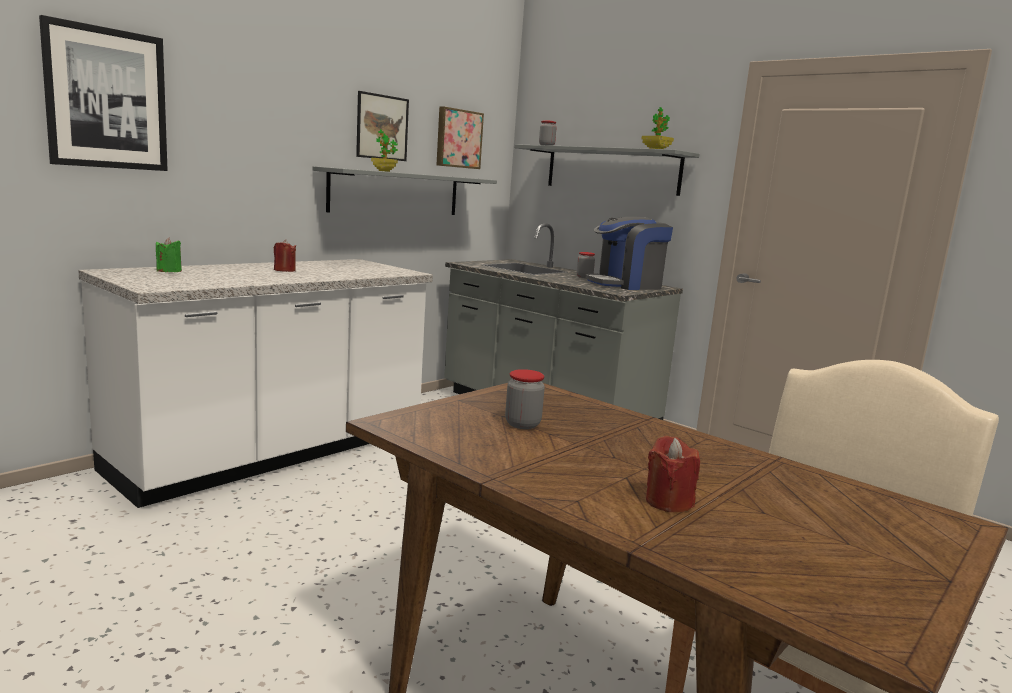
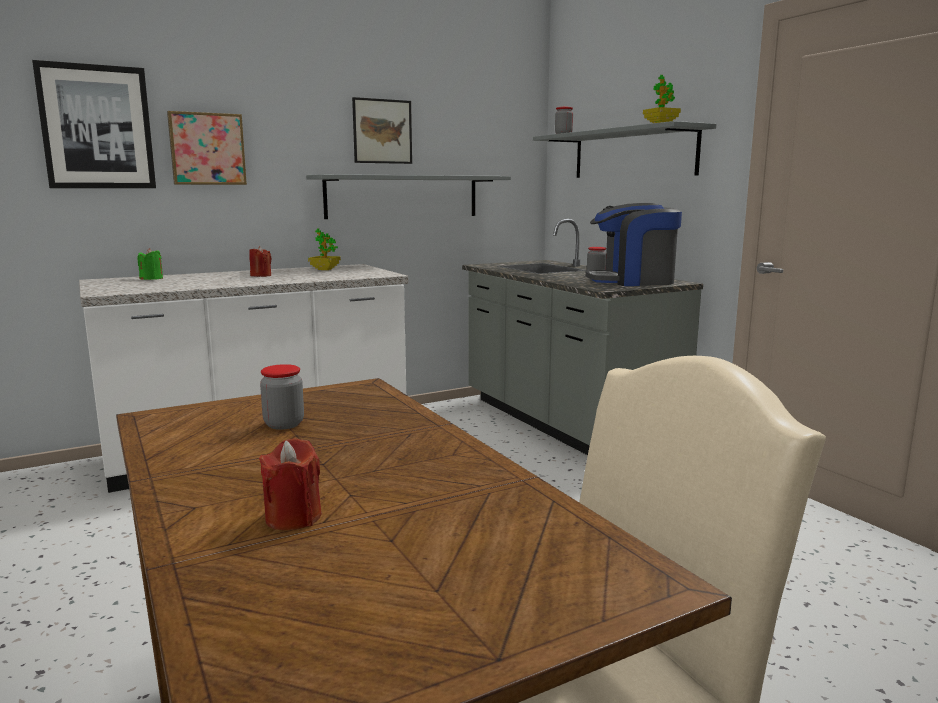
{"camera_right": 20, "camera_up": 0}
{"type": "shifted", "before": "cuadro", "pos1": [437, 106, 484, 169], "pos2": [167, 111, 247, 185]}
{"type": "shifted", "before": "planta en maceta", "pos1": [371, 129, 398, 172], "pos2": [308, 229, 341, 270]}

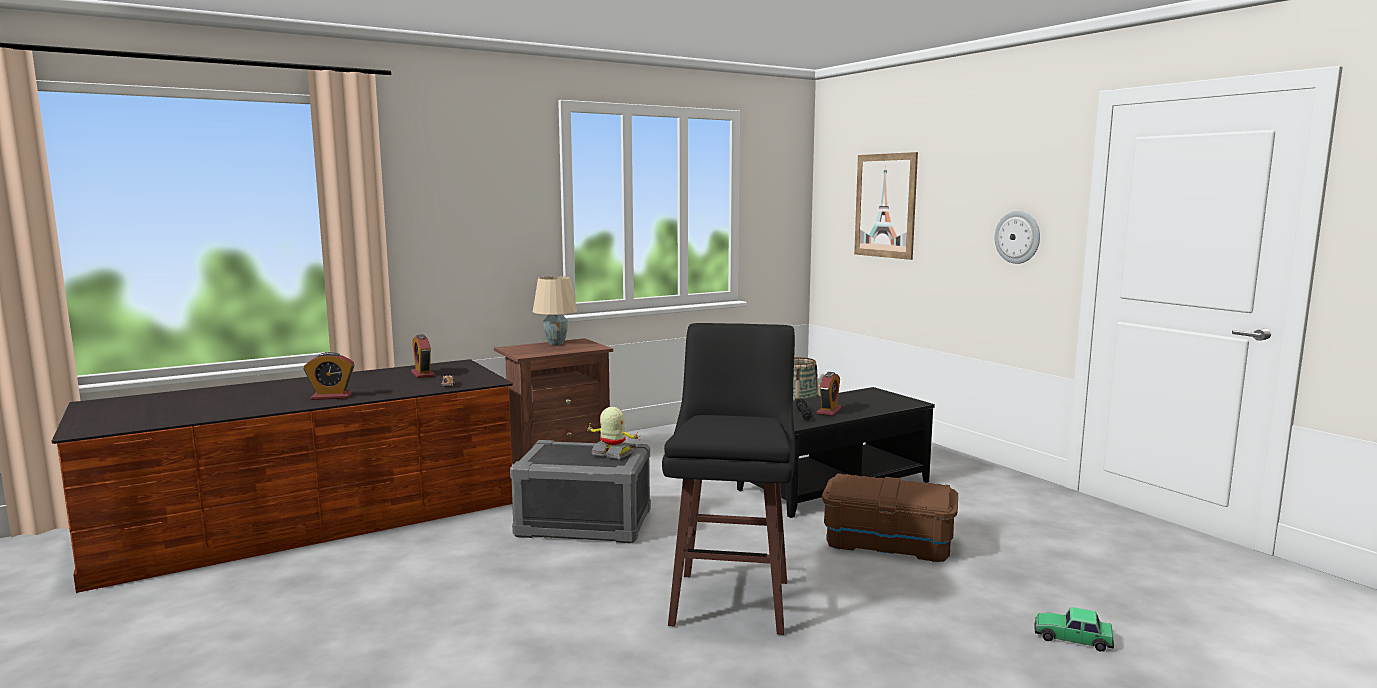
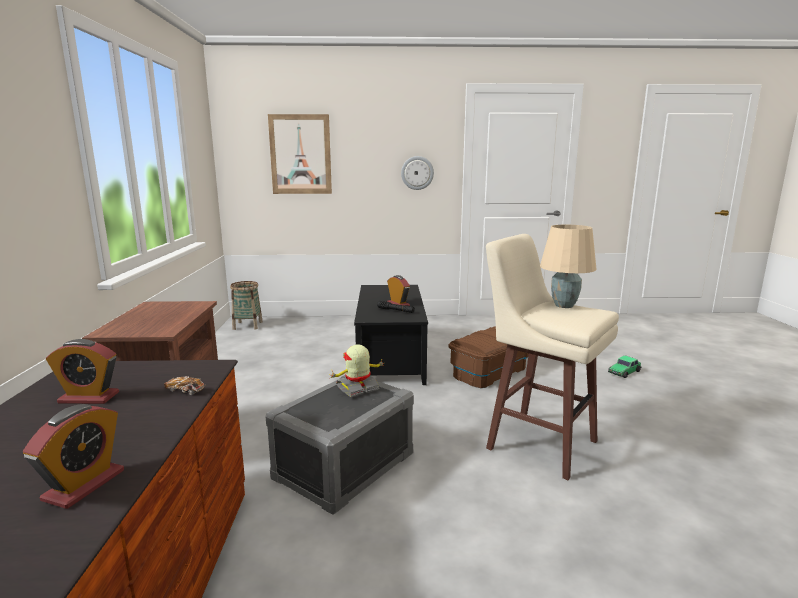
{"camera_right": -60, "camera_up": 5}
{"type": "shifted", "before": "lámpara de mesa [beis]", "pos1": [533, 276, 577, 345], "pos2": [540, 225, 596, 308]}
{"type": "repainted", "before": "taburete [negro]", "after": "taburete [beis]", "pos1": [662, 323, 795, 635], "pos2": [486, 234, 619, 480]}

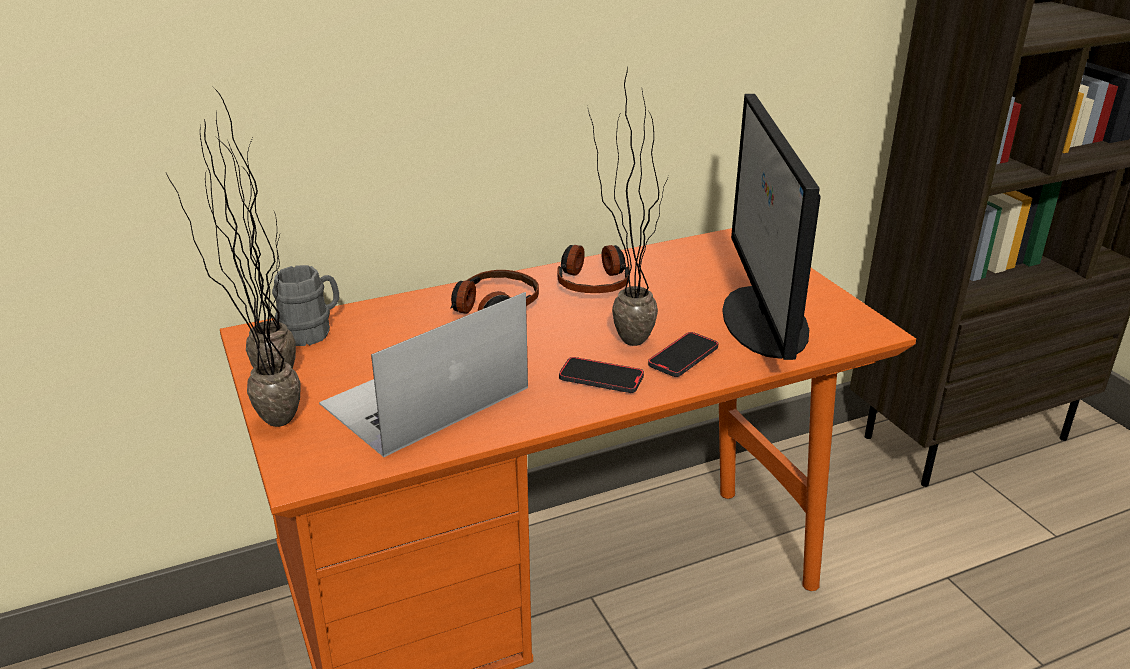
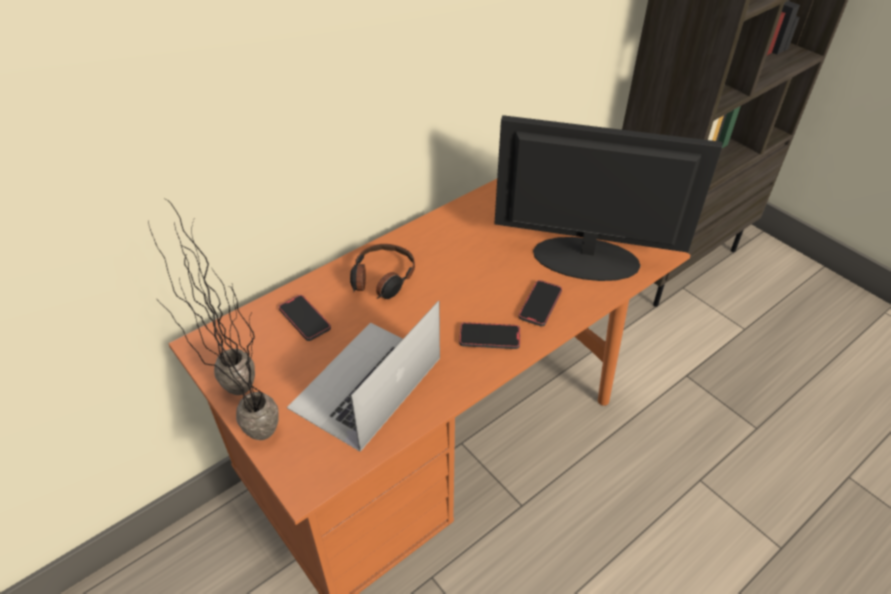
{"camera_right": -15, "camera_up": 15}
{"type": "gone", "before": "planta en maceta", "pos1": [588, 68, 669, 346]}
{"type": "rotated", "before": "monitor", "pos1": [722, 94, 821, 360], "pos2": [494, 115, 722, 281], "turn": 120}
{"type": "gone", "before": "auriculares", "pos1": [557, 245, 630, 293]}
{"type": "gone", "before": "taza grande [gris]", "pos1": [272, 265, 339, 346]}
{"type": "new", "after": "móvil", "pos2": [279, 295, 331, 341]}

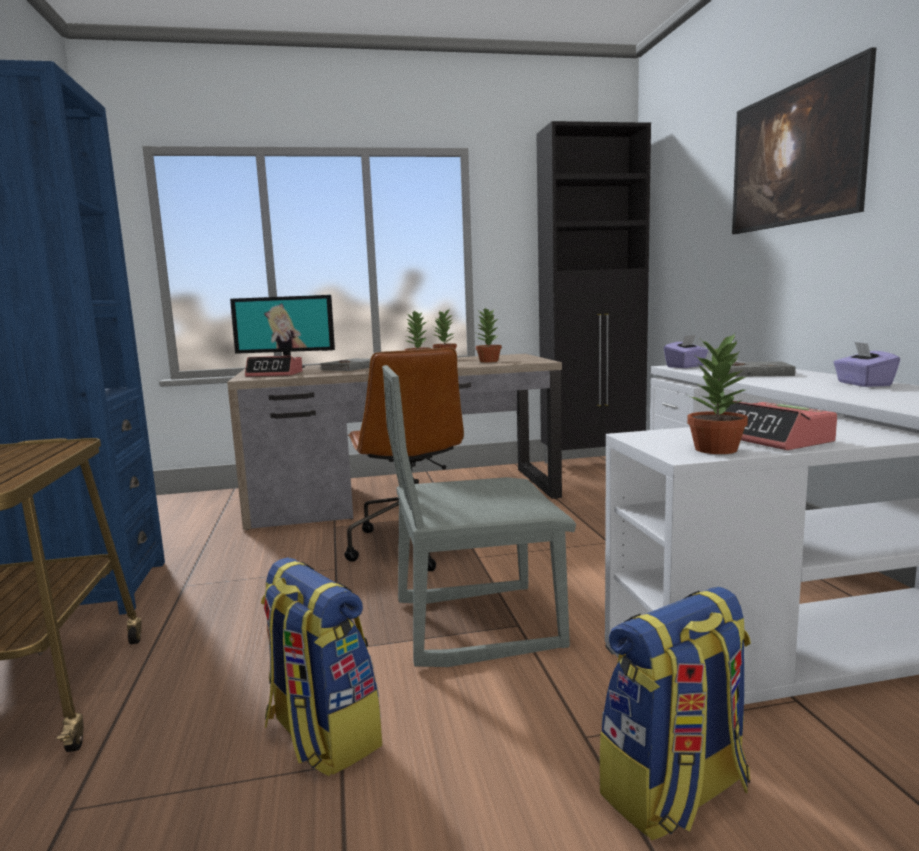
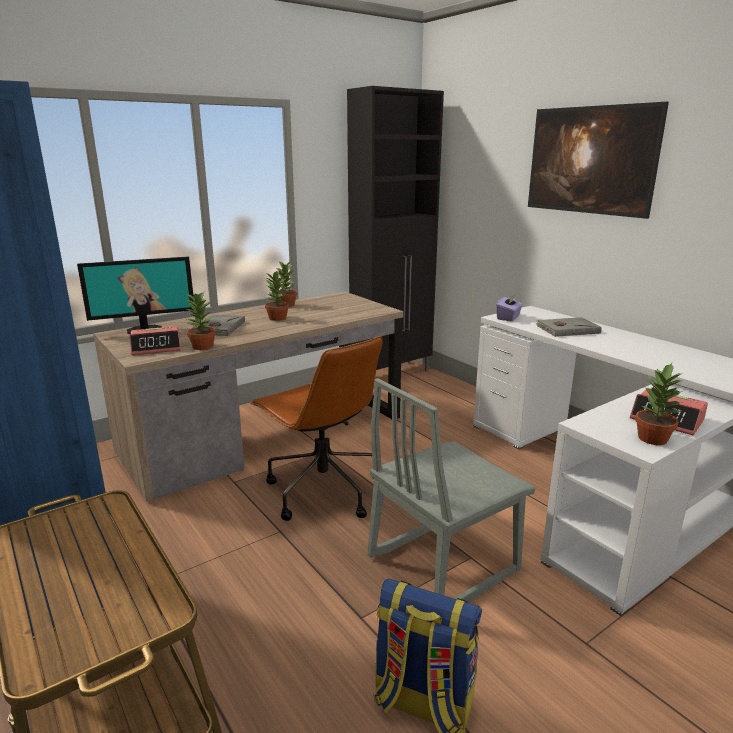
{"camera_right": -25, "camera_up": 10}
{"type": "shifted", "before": "planta en maceta", "pos1": [476, 308, 502, 362], "pos2": [185, 292, 216, 350]}
{"type": "gone", "before": "caja de pañuelos [morado]", "pos1": [833, 341, 900, 387]}
{"type": "gone", "before": "mochila", "pos1": [599, 587, 751, 840]}

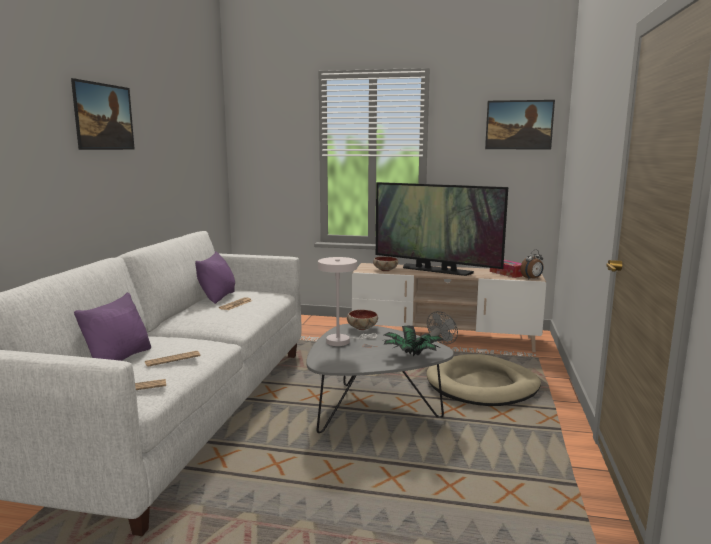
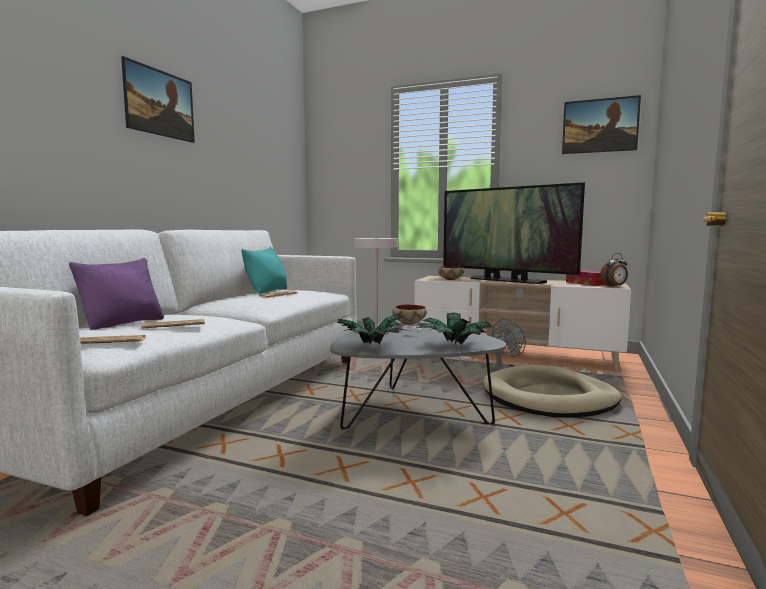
{"camera_right": 10, "camera_up": -5}
{"type": "repainted", "before": "cojín [morado]", "after": "cojín [turquesa]", "pos1": [195, 251, 235, 304], "pos2": [241, 247, 287, 295]}
{"type": "new", "after": "planta en maceta", "pos2": [337, 314, 404, 344]}

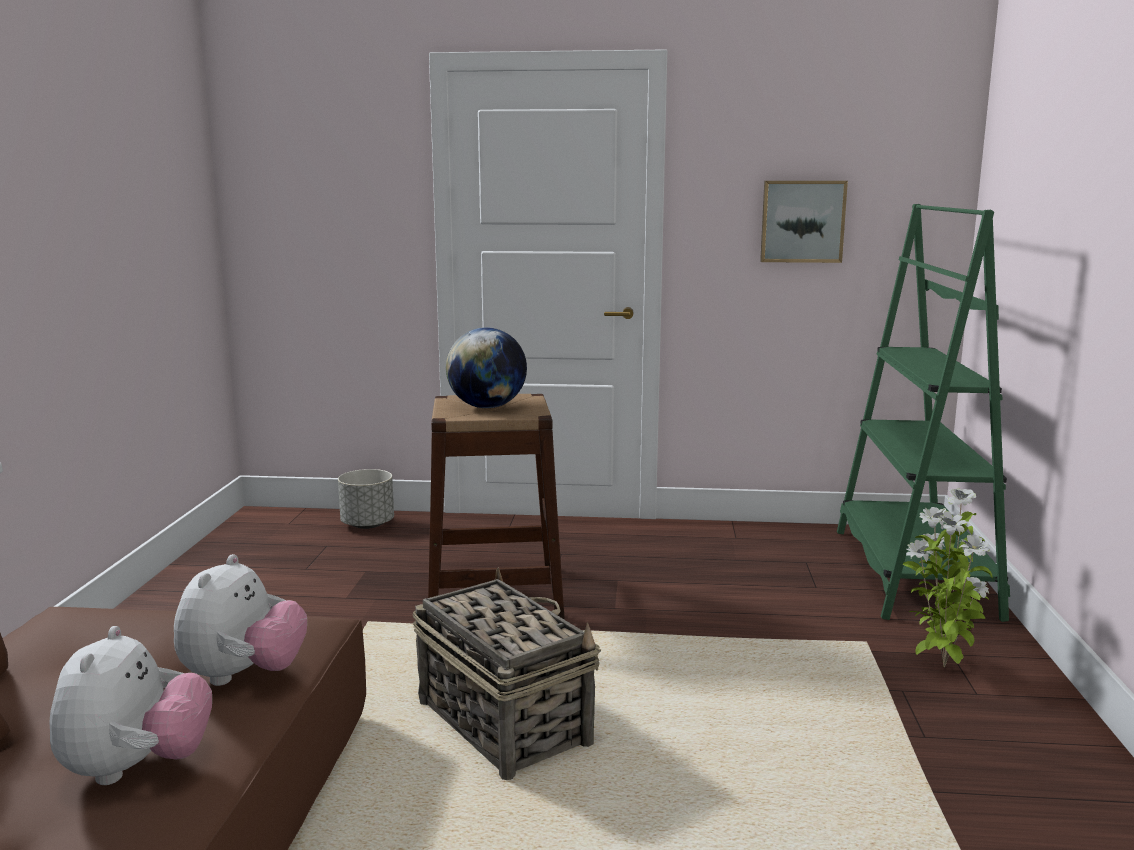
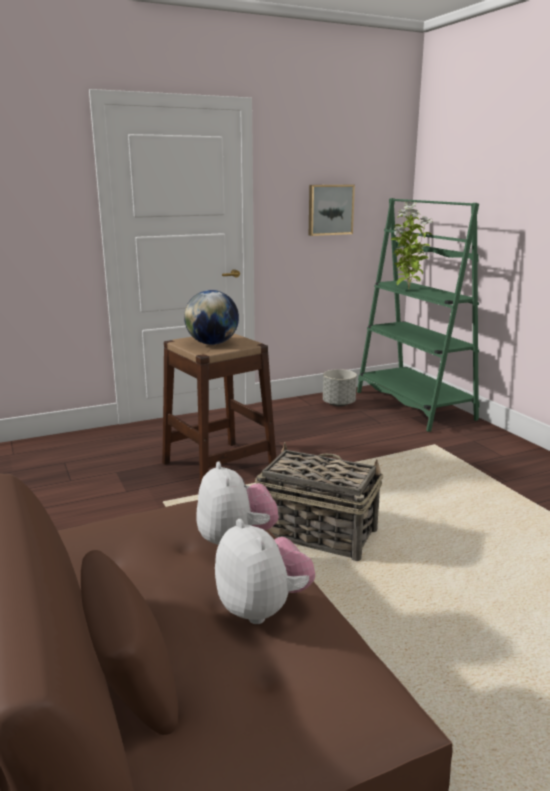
{"camera_right": -30, "camera_up": 5}
{"type": "shifted", "before": "maceta [gris]", "pos1": [338, 469, 394, 529], "pos2": [323, 369, 357, 406]}
{"type": "shifted", "before": "planta en maceta", "pos1": [903, 489, 993, 667], "pos2": [390, 201, 432, 289]}

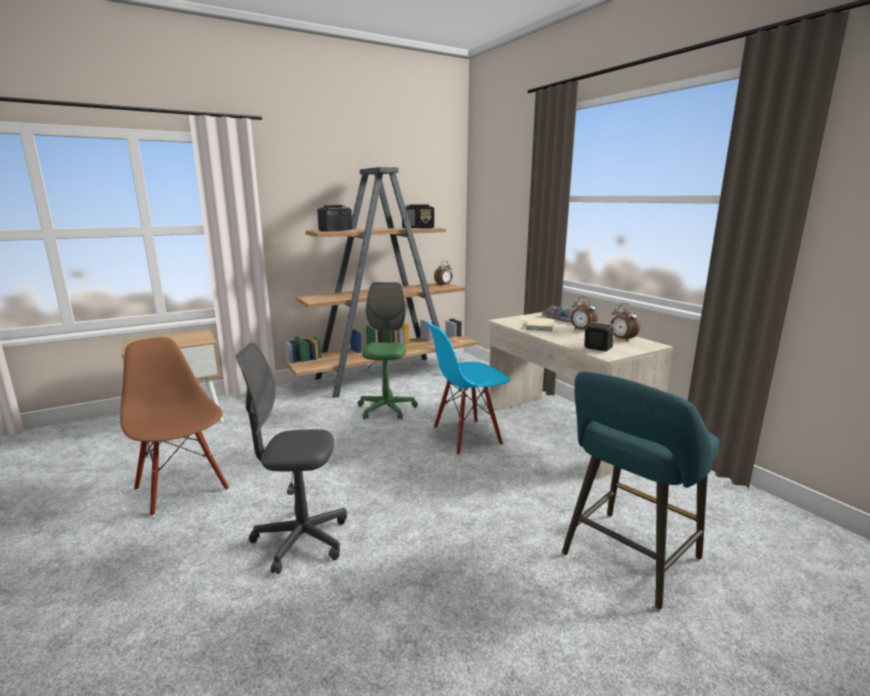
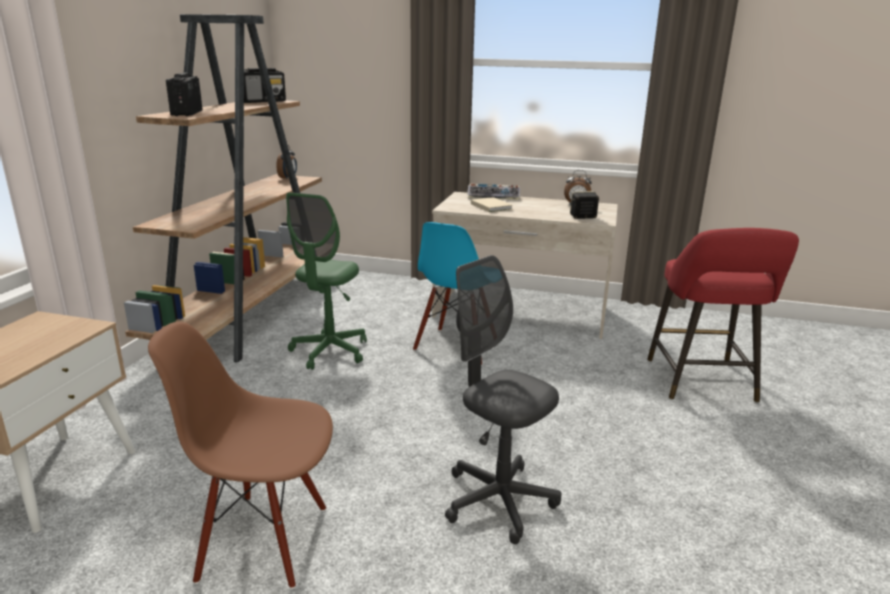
{"camera_right": -45, "camera_up": 5}
{"type": "rotated", "before": "silla de oficina [verde]", "pos1": [358, 282, 418, 420], "pos2": [286, 192, 367, 370], "turn": -120}
{"type": "gone", "before": "despertador", "pos1": [571, 296, 598, 330]}
{"type": "rotated", "before": "silla de oficina [gris]", "pos1": [236, 342, 347, 574], "pos2": [445, 255, 561, 544], "turn": 90}
{"type": "repainted", "before": "taburete [turquesa]", "after": "taburete [rojo]", "pos1": [562, 371, 719, 610], "pos2": [647, 228, 799, 403]}

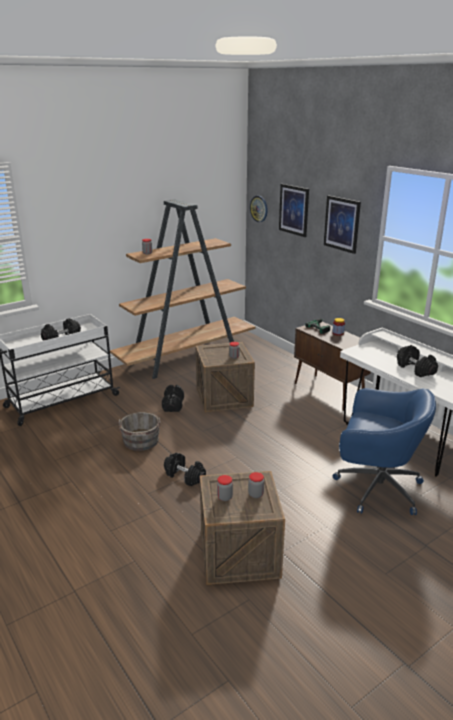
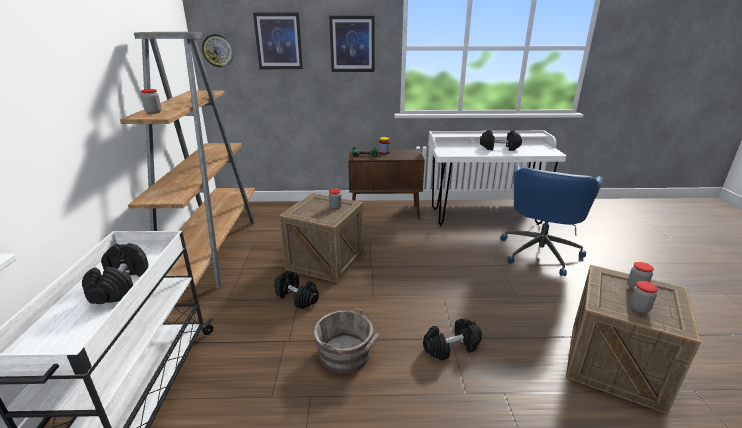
{"camera_right": -55, "camera_up": 0}
{"type": "rotated", "before": "silla de oficina [azul]", "pos1": [333, 388, 436, 515], "pos2": [500, 165, 603, 276], "turn": 150}

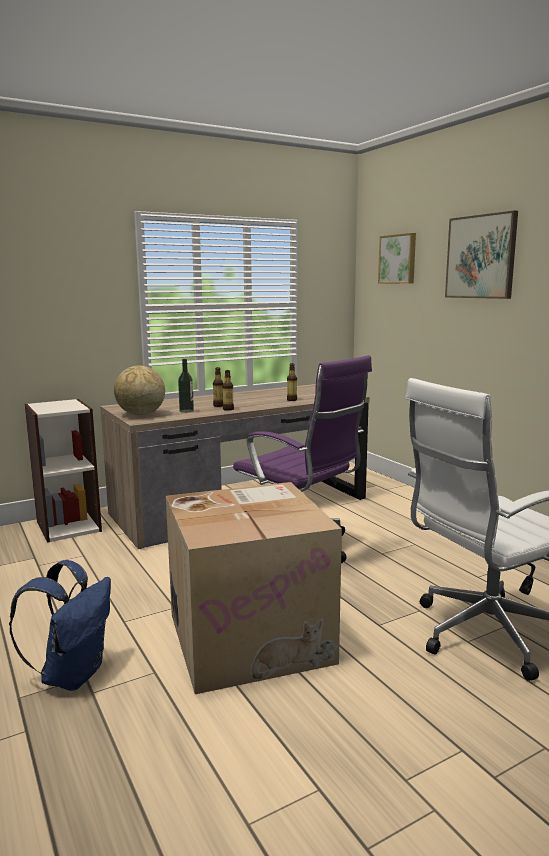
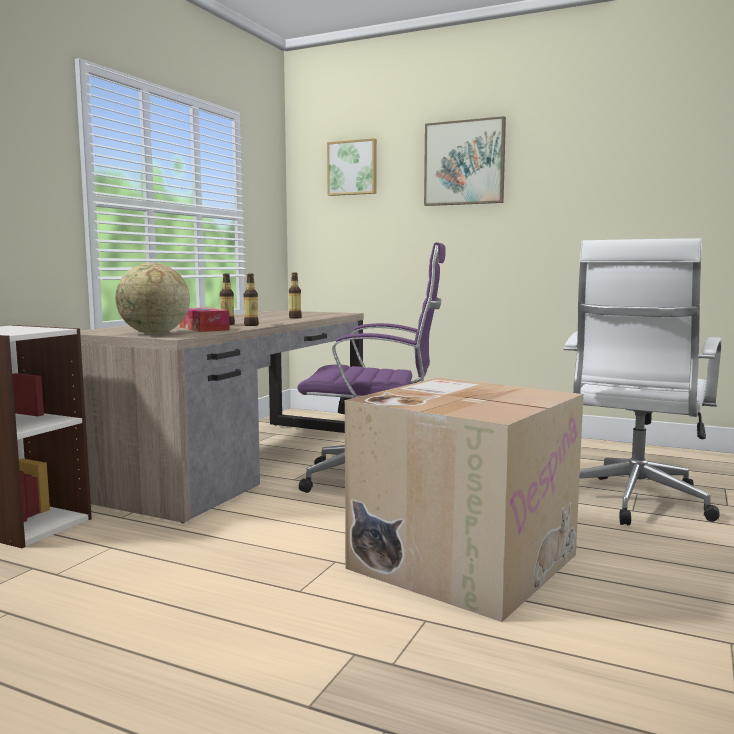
{"camera_right": -35, "camera_up": -5}
{"type": "swapped", "before": "botella", "after": "caja de pañuelos", "pos1": [178, 359, 194, 413], "pos2": [180, 308, 230, 332]}
{"type": "gone", "before": "mochila [azul]", "pos1": [9, 560, 111, 691]}

